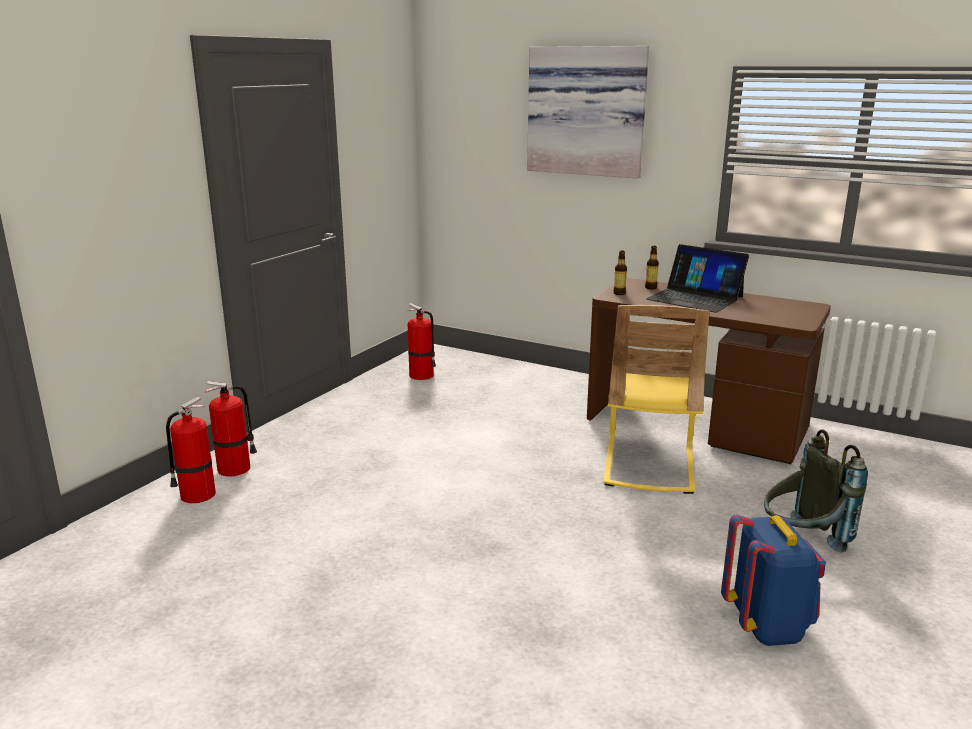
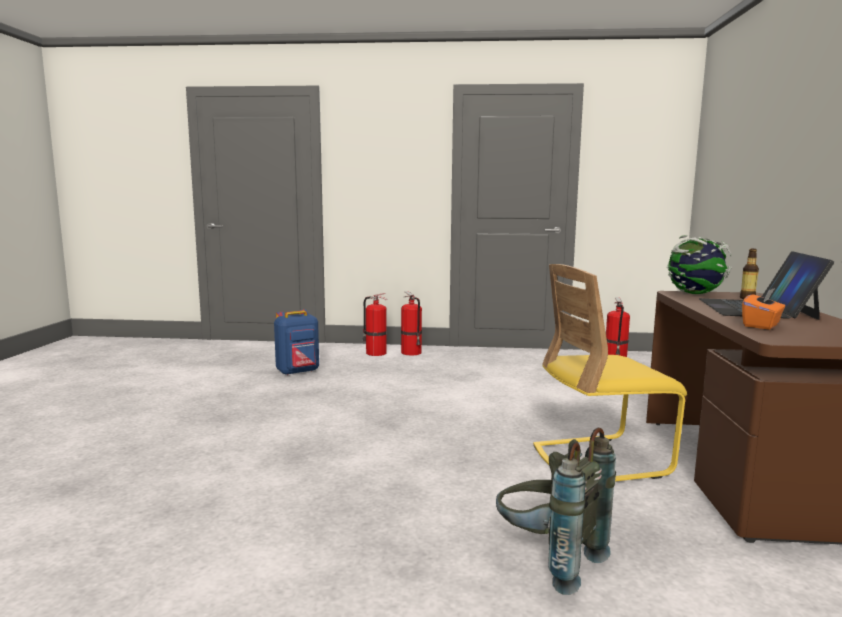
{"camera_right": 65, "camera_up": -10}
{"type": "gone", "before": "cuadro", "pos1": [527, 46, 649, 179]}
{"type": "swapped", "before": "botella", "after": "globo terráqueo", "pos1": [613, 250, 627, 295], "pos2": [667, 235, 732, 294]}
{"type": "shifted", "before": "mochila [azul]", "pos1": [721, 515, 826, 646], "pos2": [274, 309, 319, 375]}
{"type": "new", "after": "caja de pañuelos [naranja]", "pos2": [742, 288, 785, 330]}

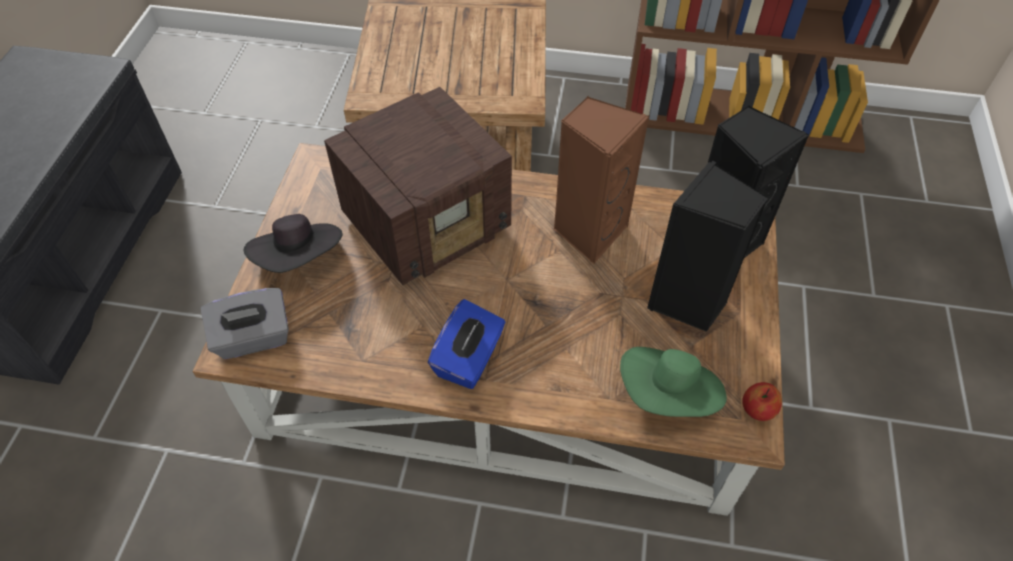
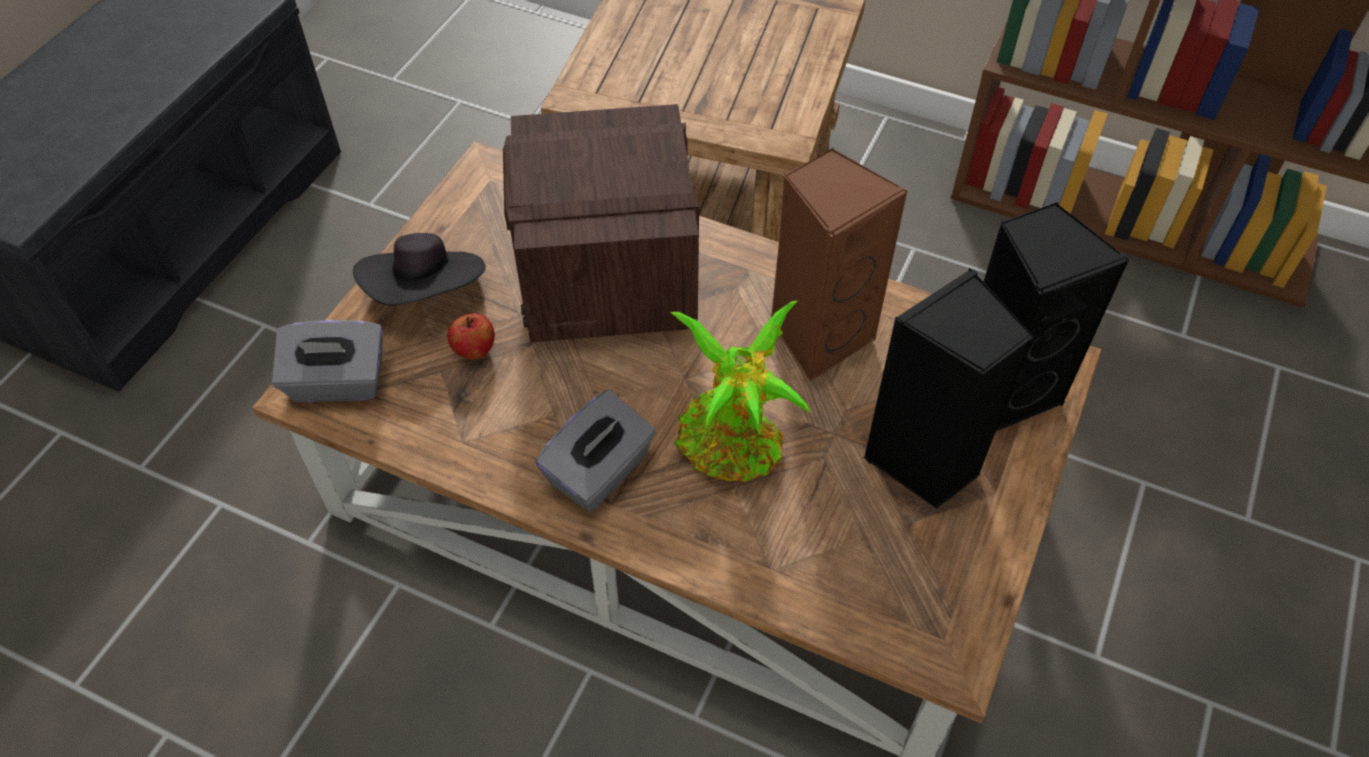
{"camera_right": 15, "camera_up": 0}
{"type": "rotated", "before": "radio", "pos1": [324, 87, 512, 285], "pos2": [503, 104, 699, 343], "turn": 105}
{"type": "repainted", "before": "caja de pañuelos [azul]", "after": "caja de pañuelos [gris]", "pos1": [428, 299, 505, 389], "pos2": [535, 390, 656, 511]}
{"type": "gone", "before": "sombrero [verde]", "pos1": [620, 347, 727, 417]}
{"type": "shifted", "before": "manzana", "pos1": [742, 382, 782, 421], "pos2": [448, 313, 495, 360]}
{"type": "new", "after": "planta en maceta", "pos2": [670, 301, 810, 481]}

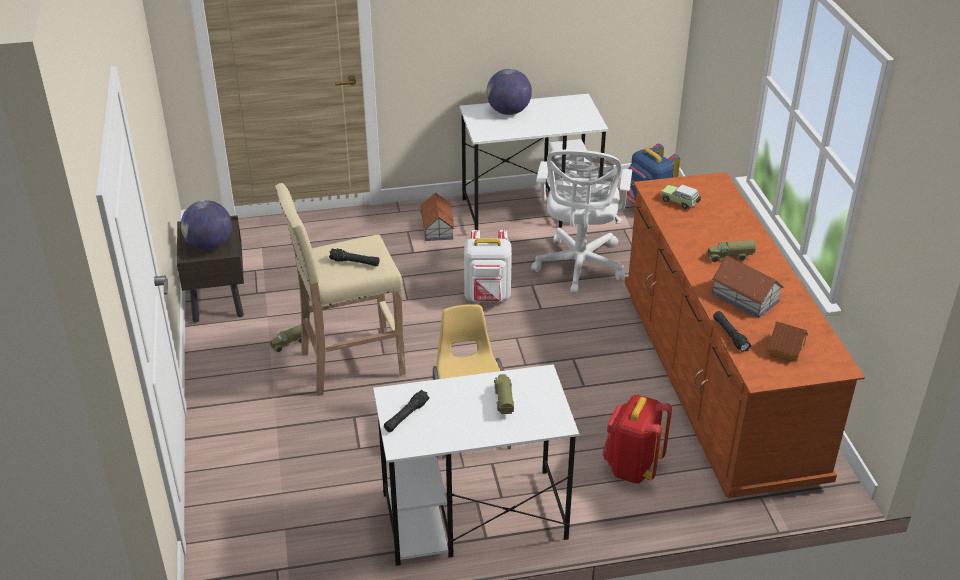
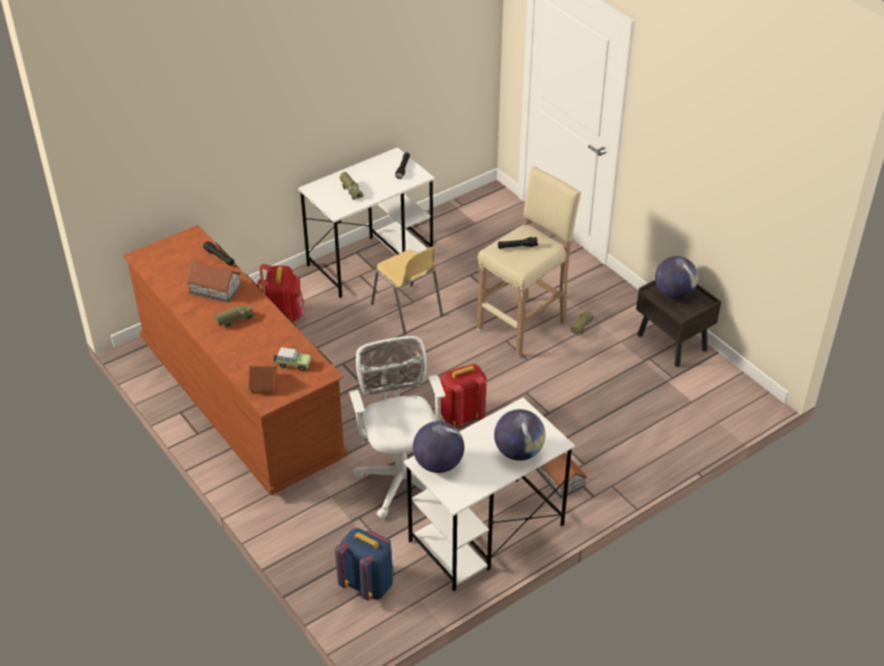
{"camera_right": 155, "camera_up": 5}
{"type": "repainted", "before": "mochila [blanco]", "after": "mochila [rojo]", "pos1": [464, 230, 512, 302], "pos2": [441, 364, 487, 428]}
{"type": "shifted", "before": "casita", "pos1": [768, 321, 808, 362], "pos2": [249, 366, 277, 393]}
{"type": "new", "after": "globo terráqueo", "pos2": [413, 421, 464, 473]}

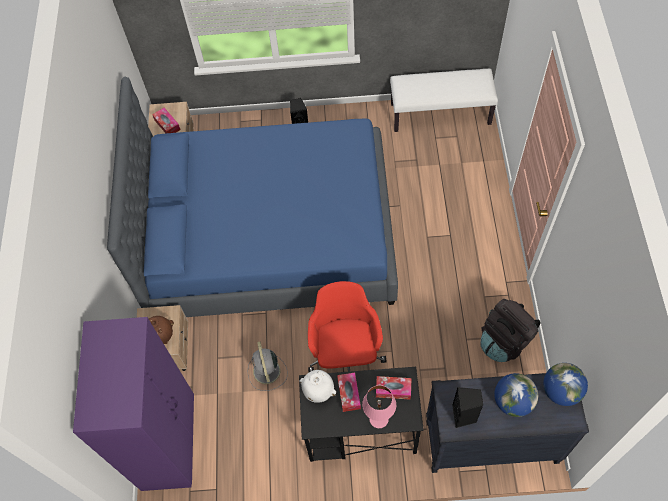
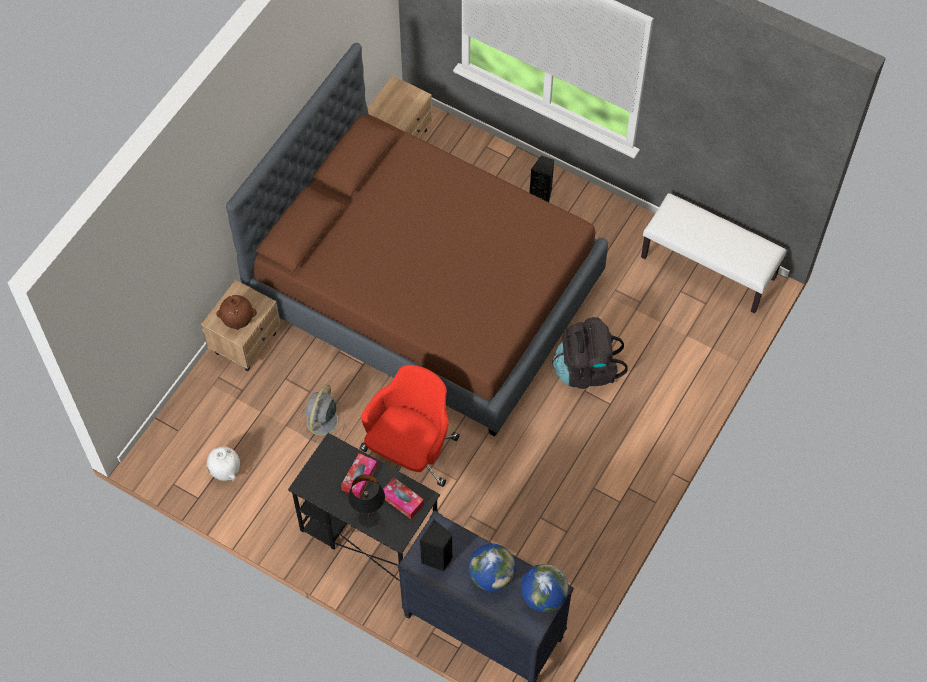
{"camera_right": 30, "camera_up": 0}
{"type": "repainted", "before": "cama [azul]", "after": "cama [marrón]", "pos1": [107, 77, 398, 317], "pos2": [226, 43, 608, 436]}
{"type": "gone", "before": "caja de pañuelos", "pos1": [152, 108, 181, 133]}
{"type": "shifted", "before": "mochila [negro]", "pos1": [481, 299, 541, 362], "pos2": [553, 317, 628, 389]}
{"type": "gone", "before": "armario ropero [morado]", "pos1": [73, 317, 194, 491]}
{"type": "shifted", "before": "florero [blanco]", "pos1": [299, 370, 336, 403], "pos2": [207, 447, 240, 481]}
{"type": "repainted", "before": "lámpara de mesa [rosa]", "after": "lámpara de mesa [negro]", "pos1": [362, 385, 396, 428], "pos2": [348, 474, 385, 527]}

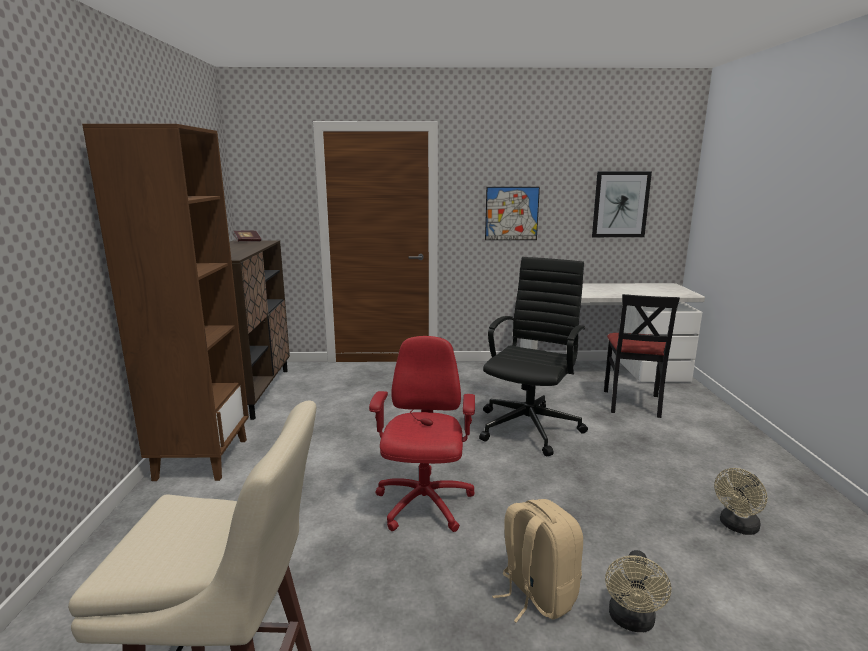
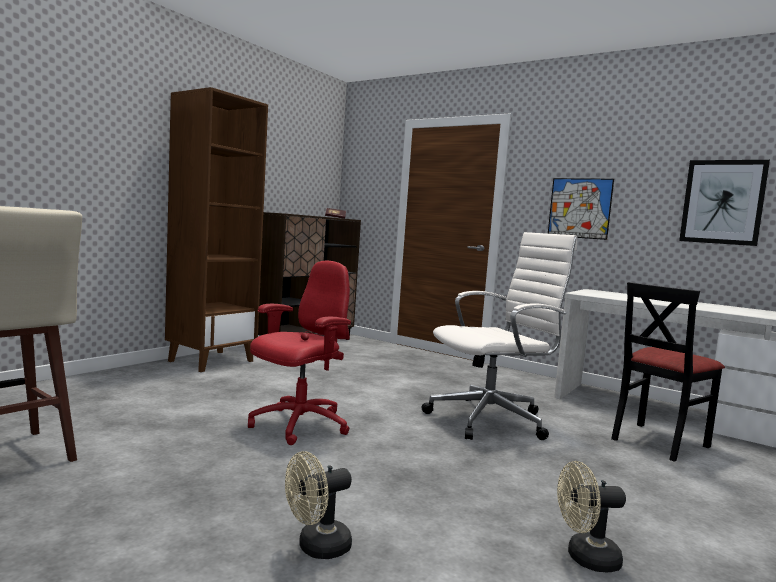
{"camera_right": 35, "camera_up": -10}
{"type": "repainted", "before": "silla de oficina [negro]", "after": "silla de oficina [blanco]", "pos1": [479, 257, 588, 456], "pos2": [422, 232, 577, 440]}
{"type": "gone", "before": "mochila [beis]", "pos1": [492, 499, 583, 623]}

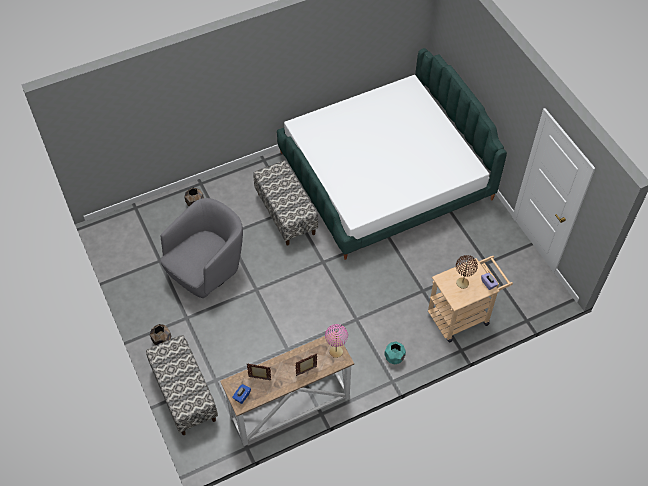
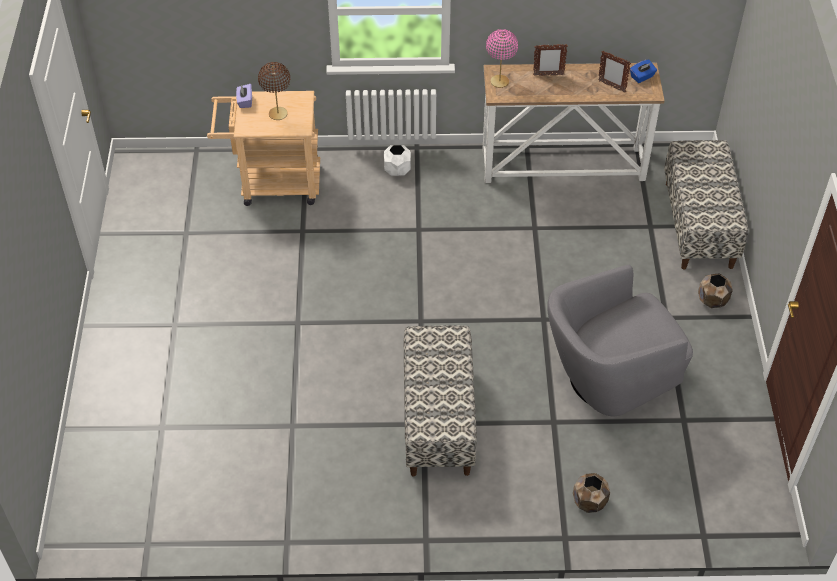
{"camera_right": -155, "camera_up": -5}
{"type": "gone", "before": "cama", "pos1": [277, 48, 507, 260]}
{"type": "repainted", "before": "maceta [turquesa]", "after": "maceta [blanco]", "pos1": [384, 341, 406, 364], "pos2": [384, 145, 411, 176]}

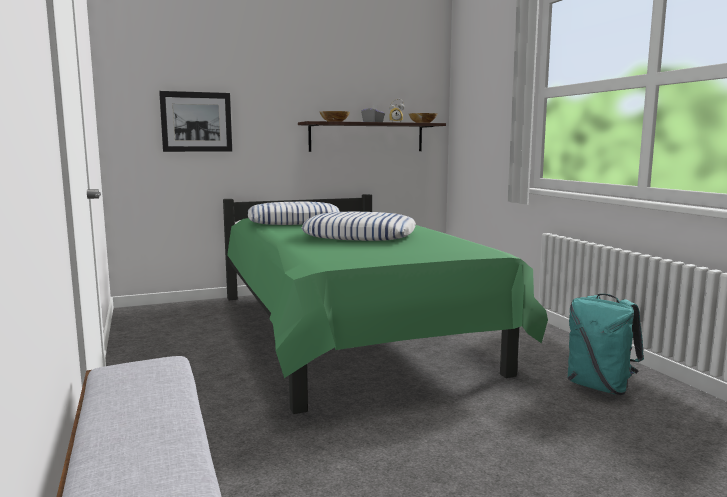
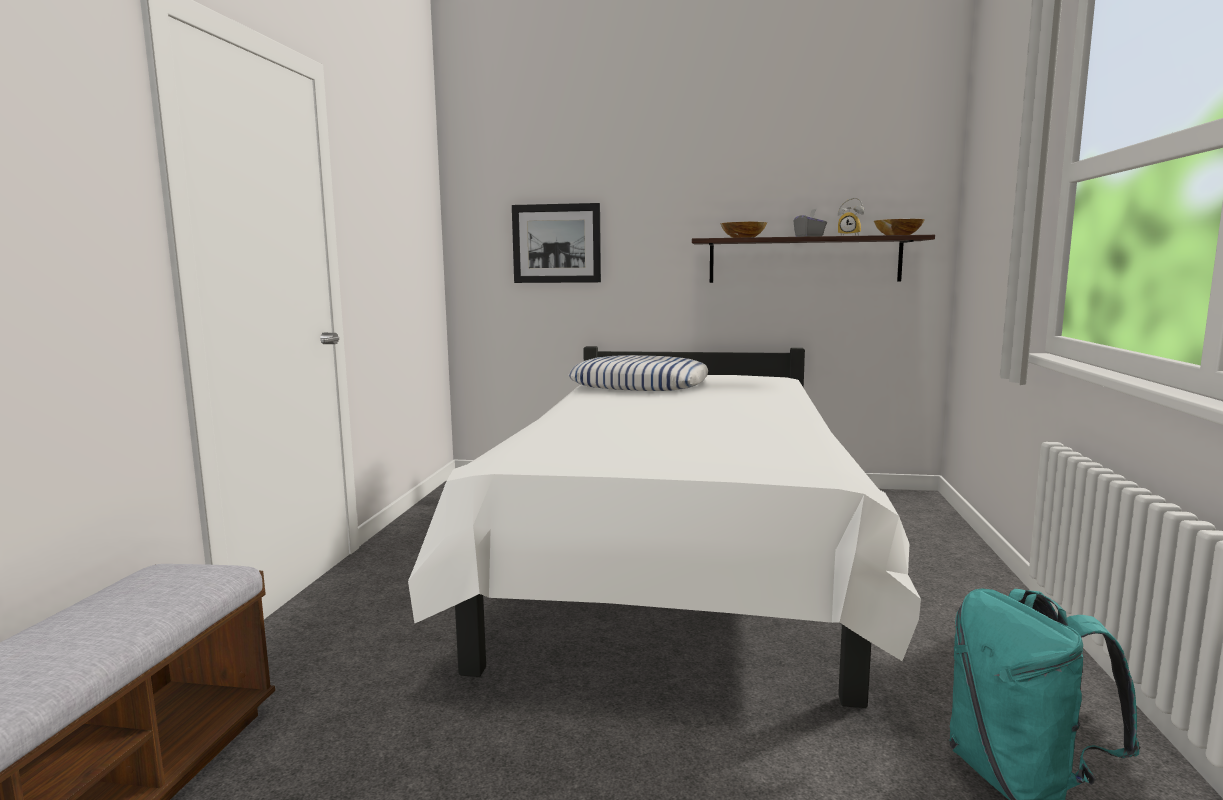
{"camera_right": 30, "camera_up": 0}
{"type": "repainted", "before": "cama [verde]", "after": "cama [blanco]", "pos1": [223, 194, 548, 414], "pos2": [408, 346, 921, 708]}
{"type": "gone", "before": "cojín", "pos1": [302, 211, 416, 241]}

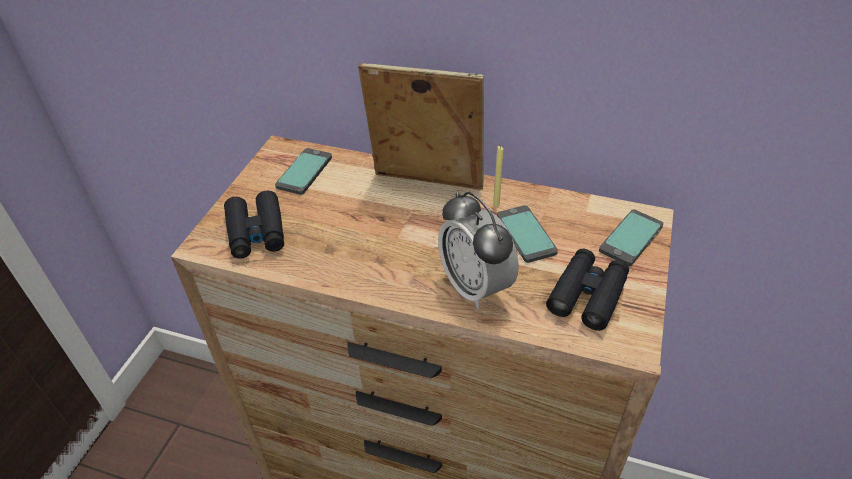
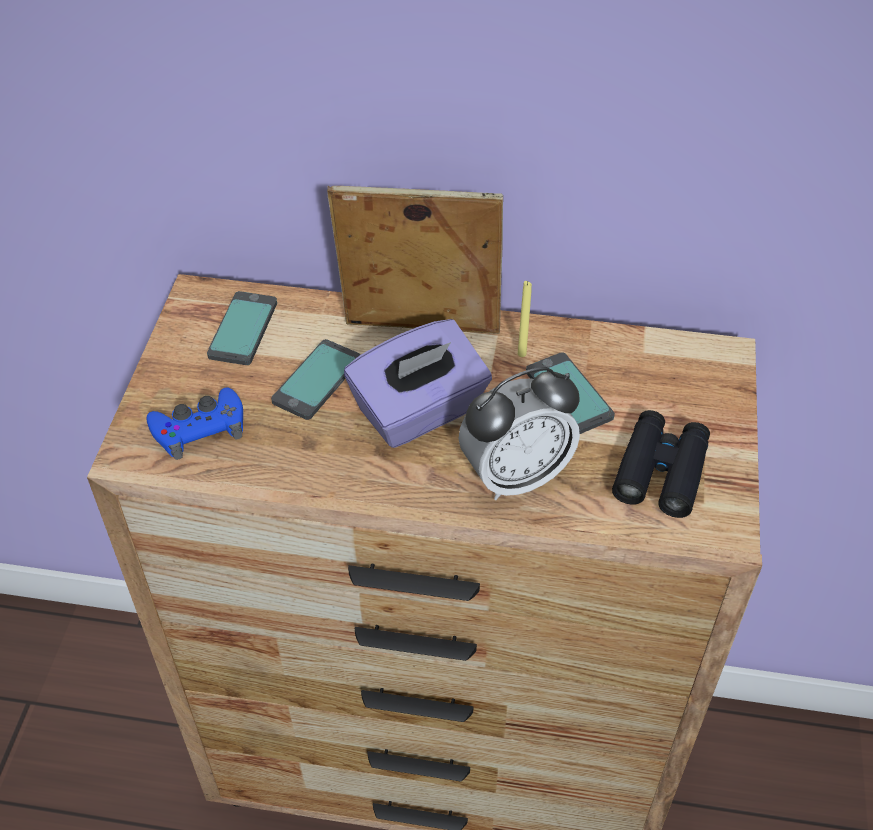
{"camera_right": -10, "camera_up": 5}
{"type": "swapped", "before": "prismáticos [negro]", "after": "mando de consola [azul]", "pos1": [224, 191, 284, 259], "pos2": [146, 387, 243, 460]}
{"type": "rotated", "before": "despertador", "pos1": [438, 191, 519, 308], "pos2": [458, 367, 580, 500], "turn": -75}
{"type": "shifted", "before": "móvil", "pos1": [599, 209, 663, 266], "pos2": [271, 339, 360, 420]}
{"type": "new", "after": "caja de pañuelos [morado]", "pos2": [344, 319, 492, 448]}

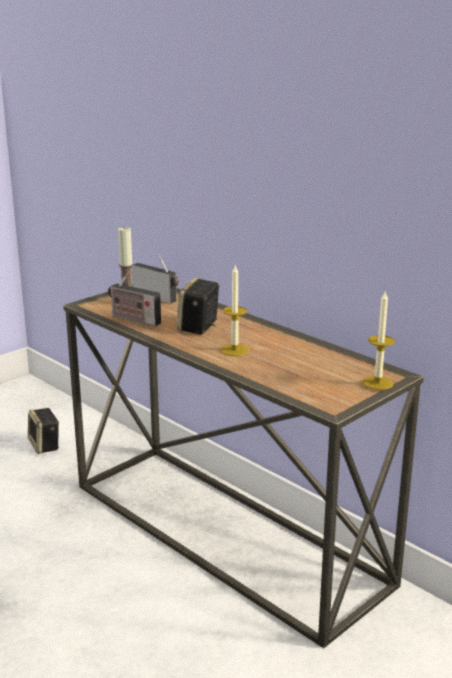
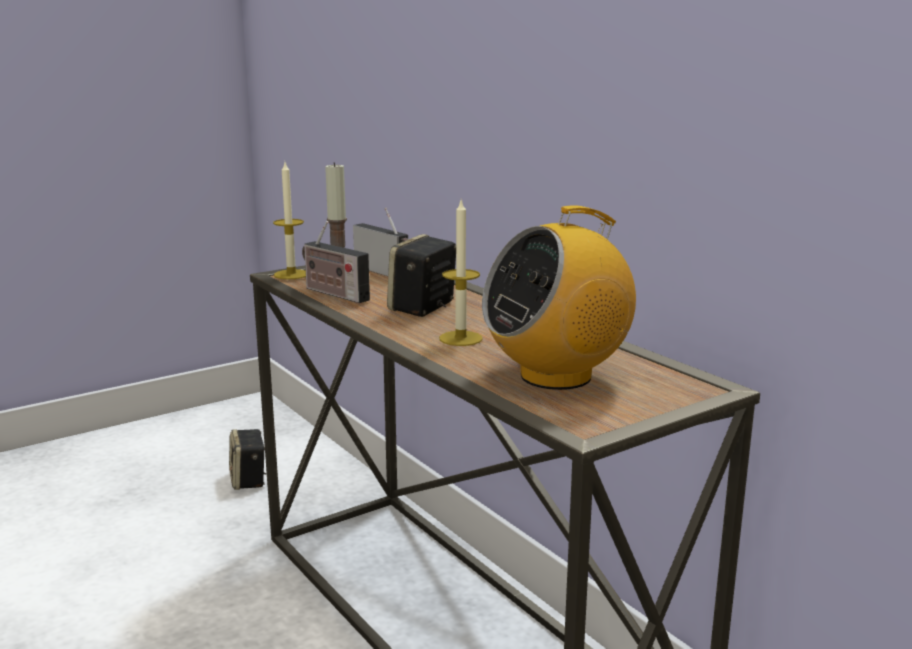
{"camera_right": 10, "camera_up": -5}
{"type": "shifted", "before": "vela", "pos1": [363, 292, 395, 390], "pos2": [273, 162, 306, 279]}
{"type": "new", "after": "radio", "pos2": [482, 205, 636, 390]}

